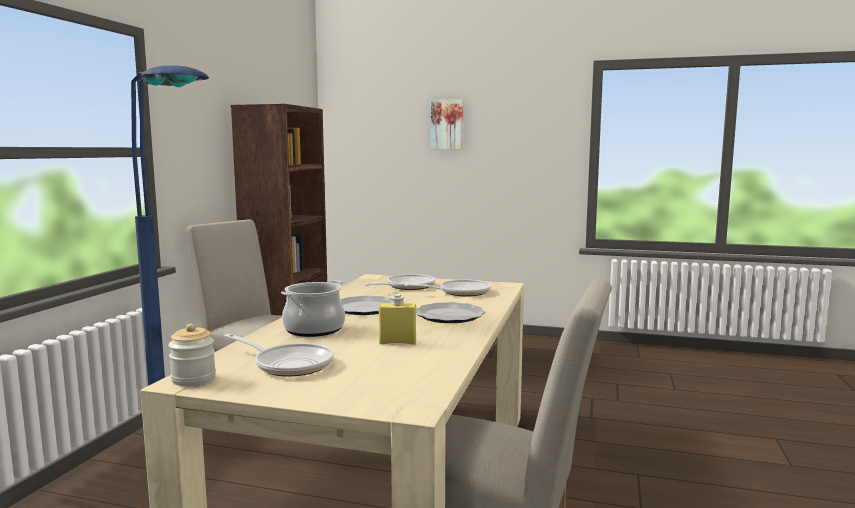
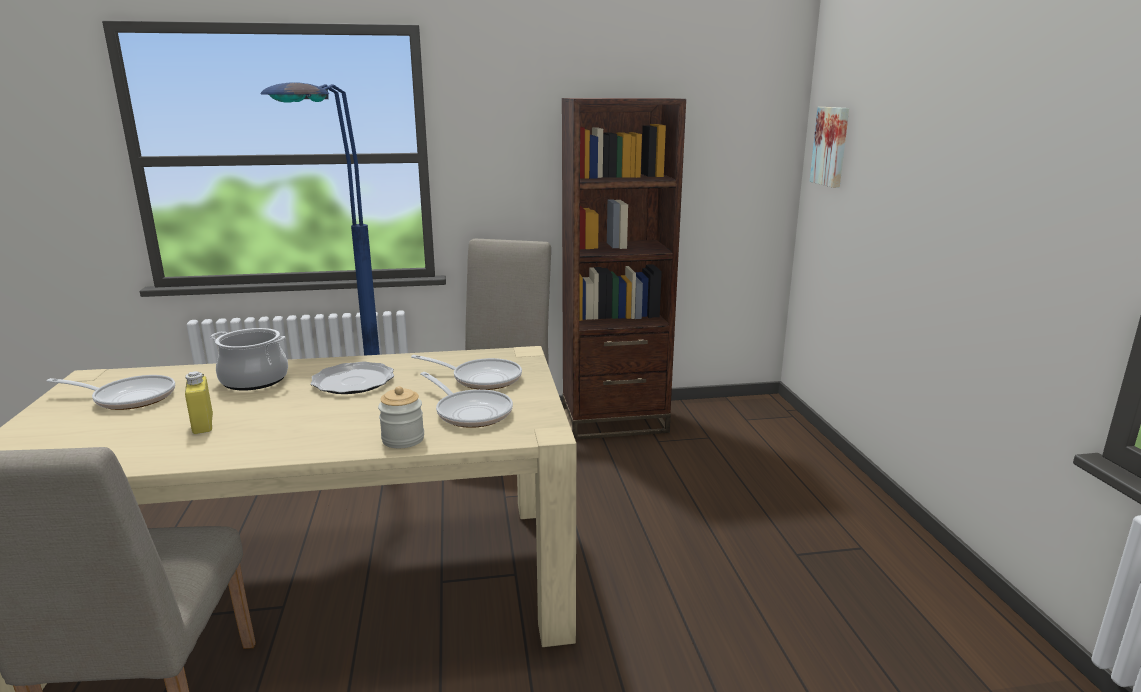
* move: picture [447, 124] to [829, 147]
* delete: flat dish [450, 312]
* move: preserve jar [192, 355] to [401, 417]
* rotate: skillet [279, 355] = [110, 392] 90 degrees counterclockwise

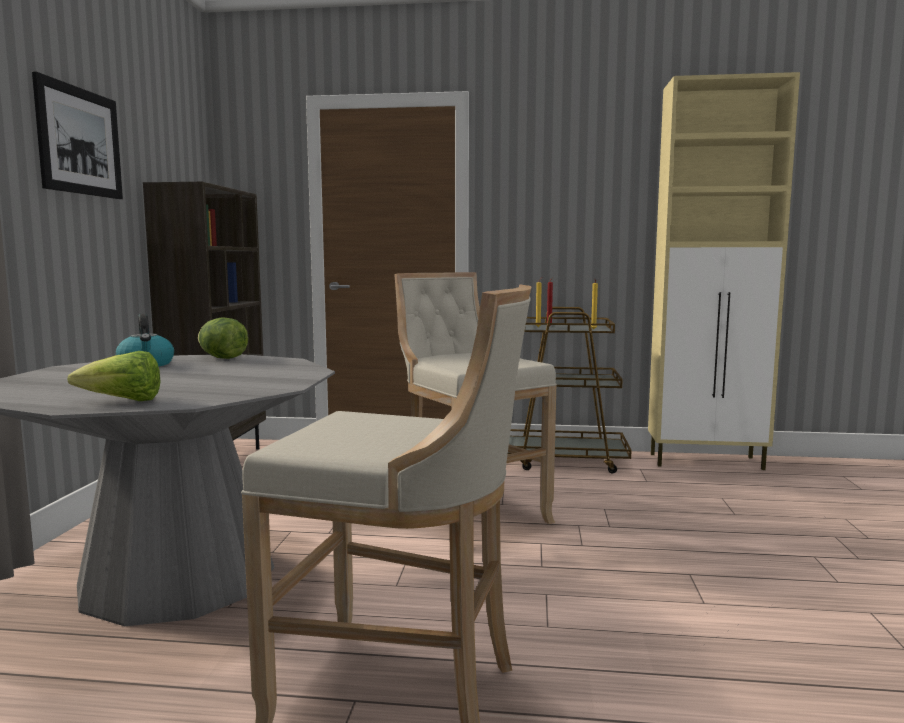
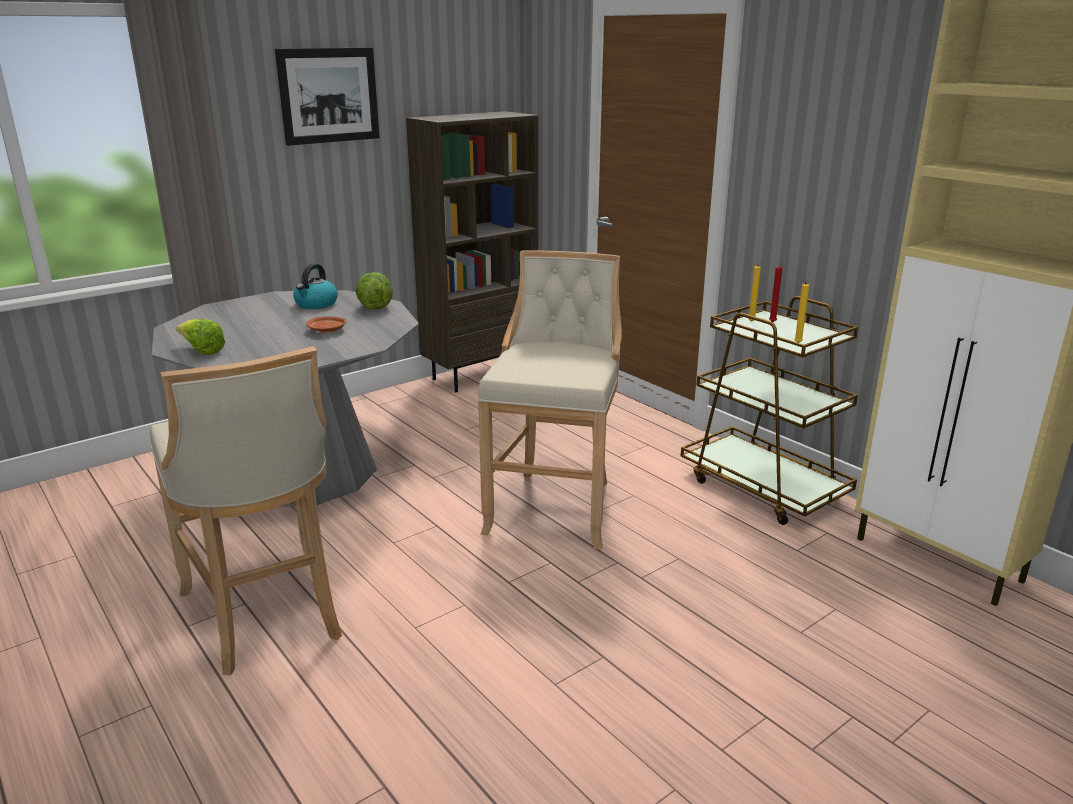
* insert: brown flat dish [326, 324]

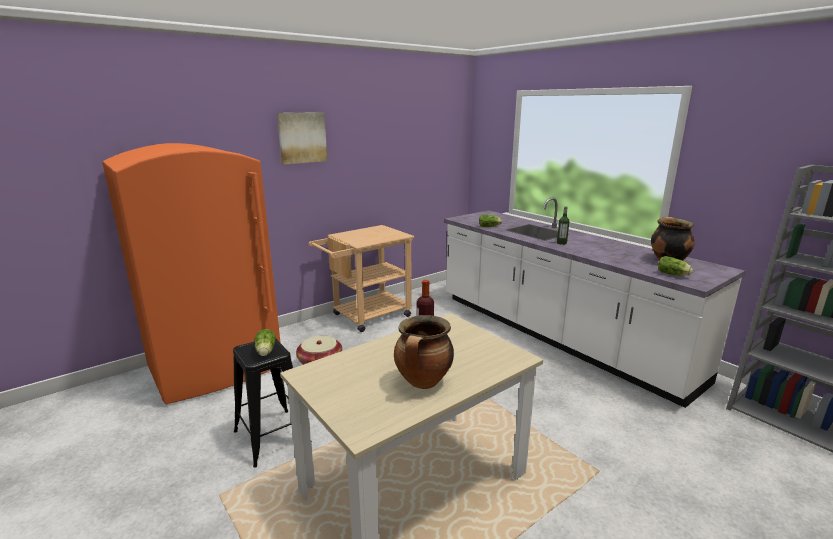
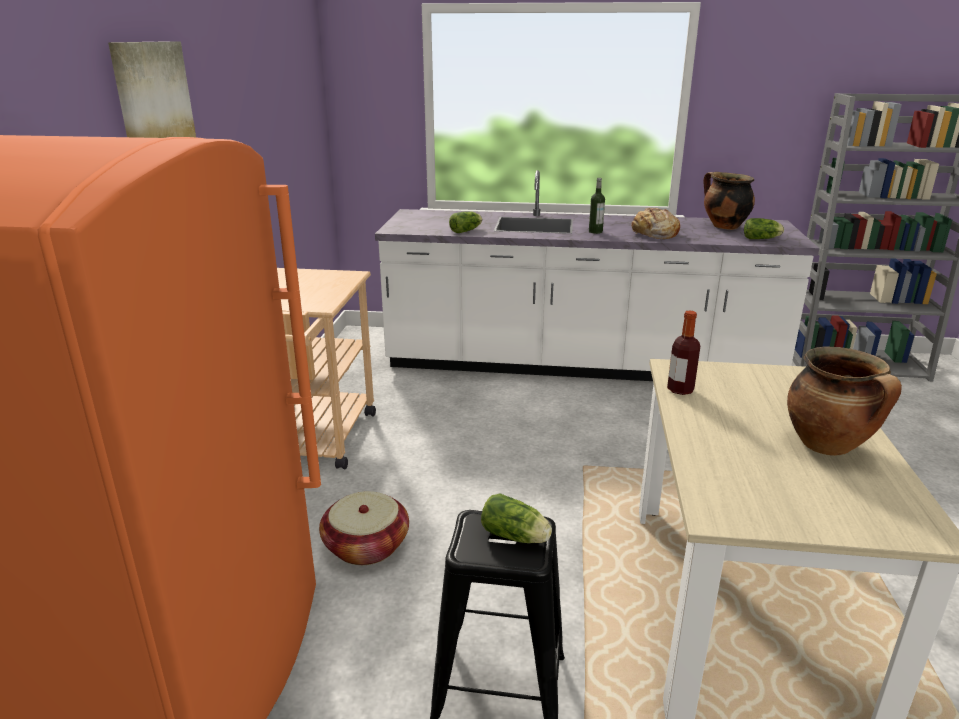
* insert: bread [655, 223]

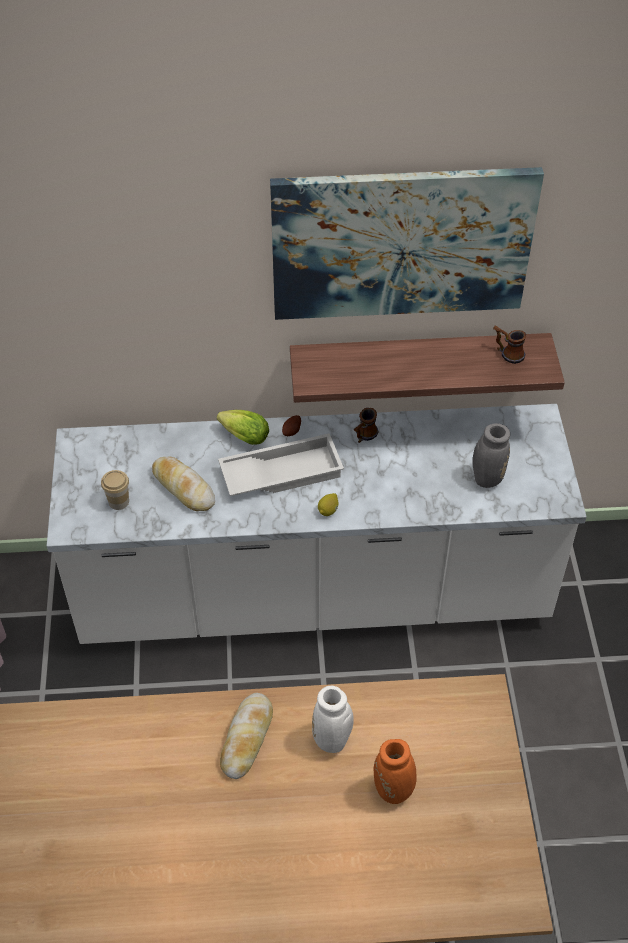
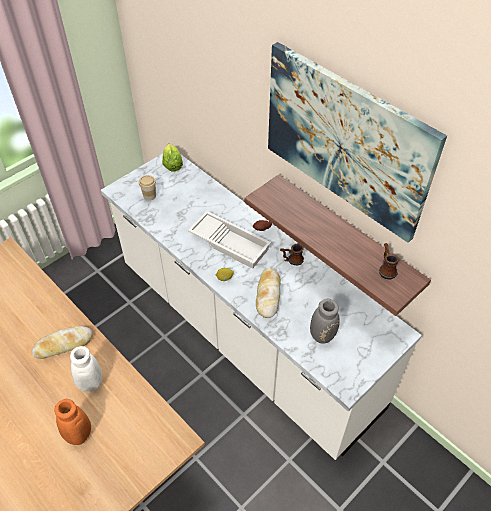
* move: head of lettuce [243, 427] to [172, 158]
* move: bread [183, 484] to [268, 293]

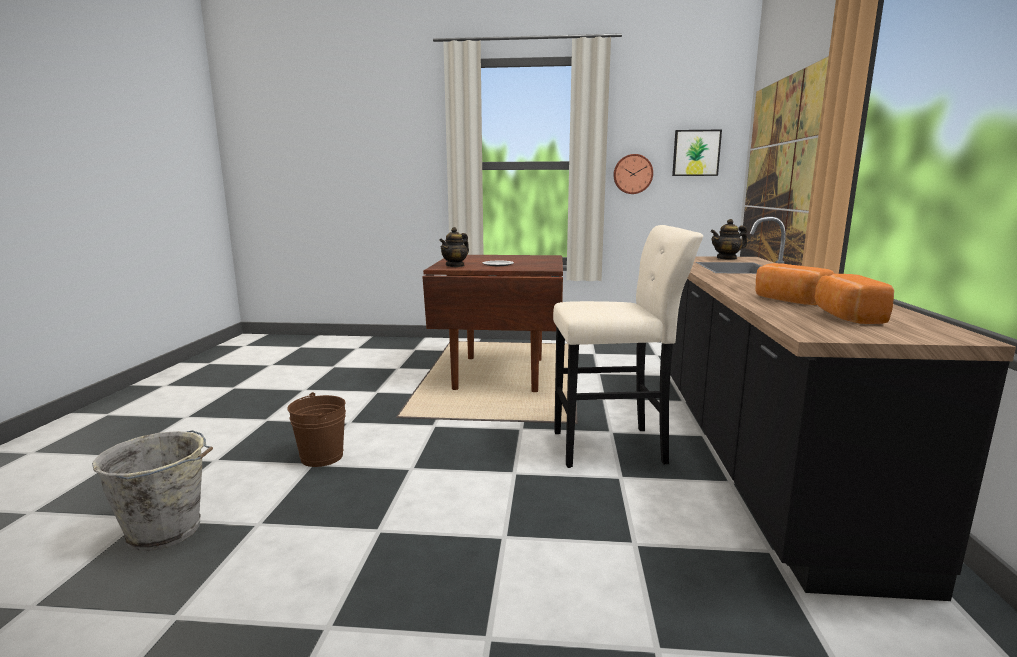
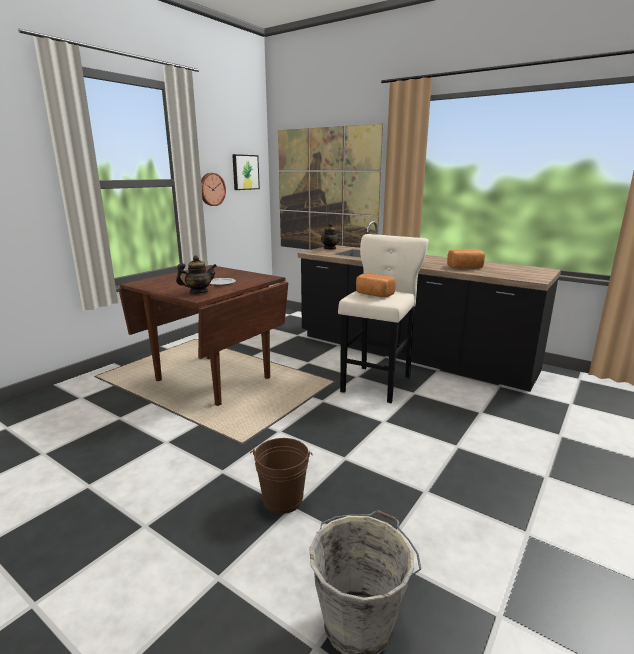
* rotate: teapot [454, 247] = [196, 275] 90 degrees counterclockwise
* move: bread [854, 299] to [376, 285]

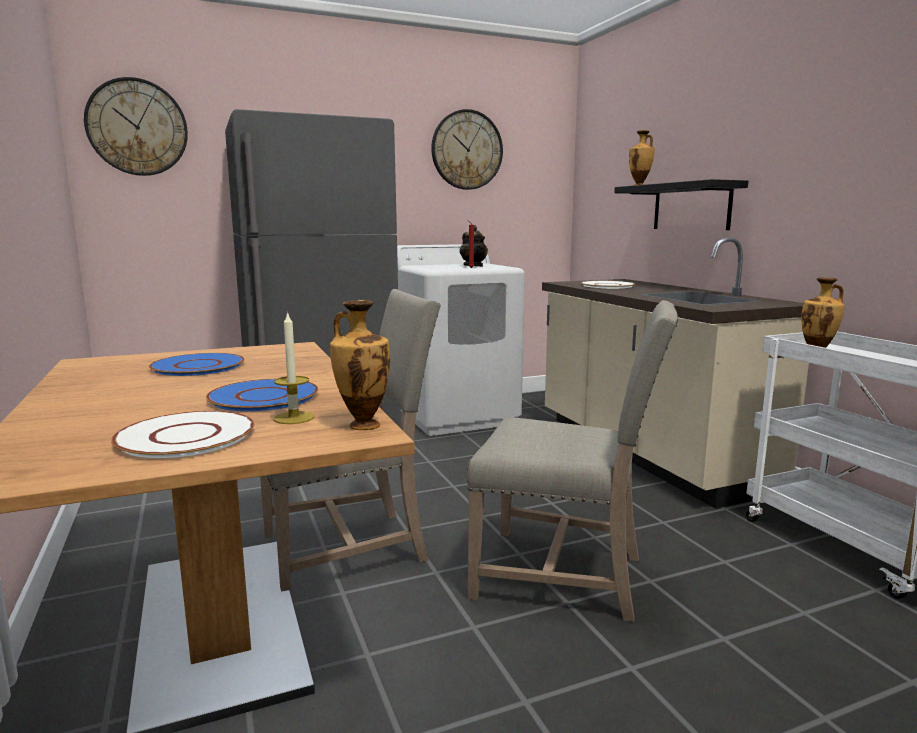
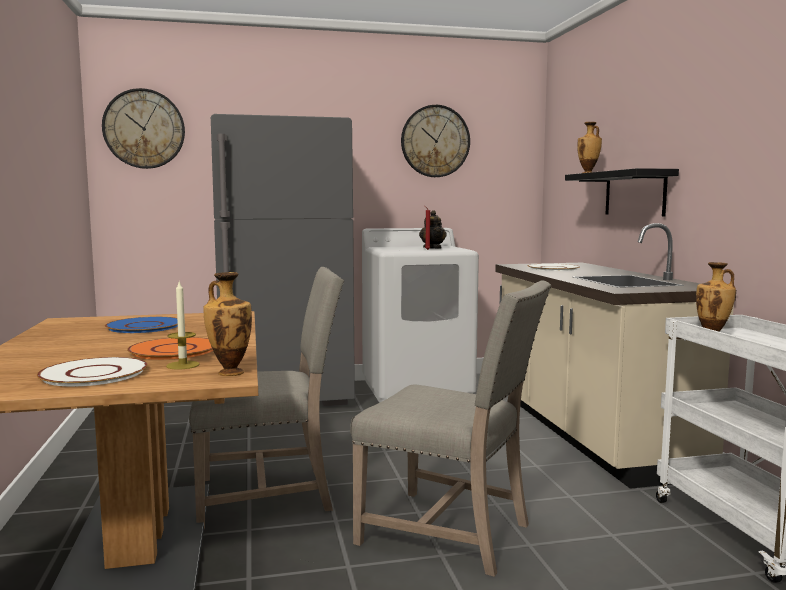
* recolor: bluish flat dish [262, 395] to orange-coloured flat dish [170, 348]

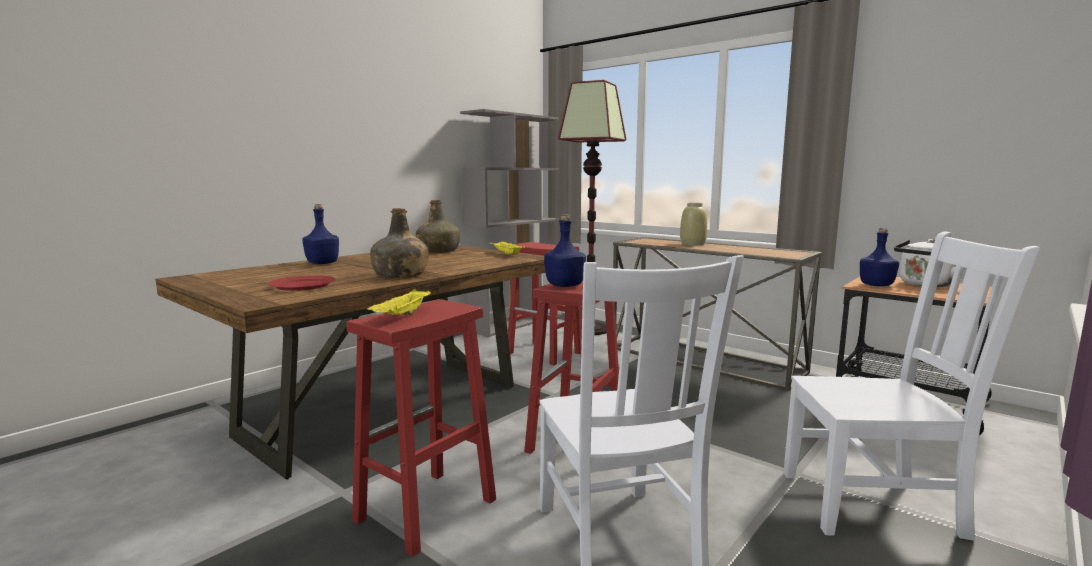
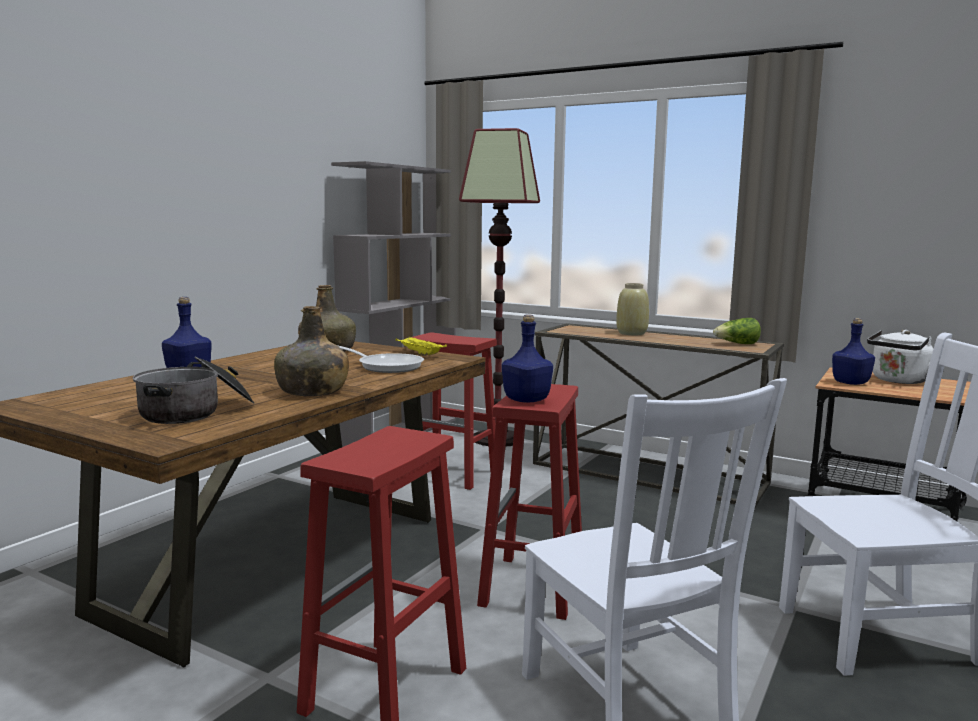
* replace: red-coloured flat dish [302, 283] to stockpot [193, 390]
* delete: yellow-coloured tray [399, 302]
* insert: head of lettuce [737, 331]
* insert: skillet [380, 359]

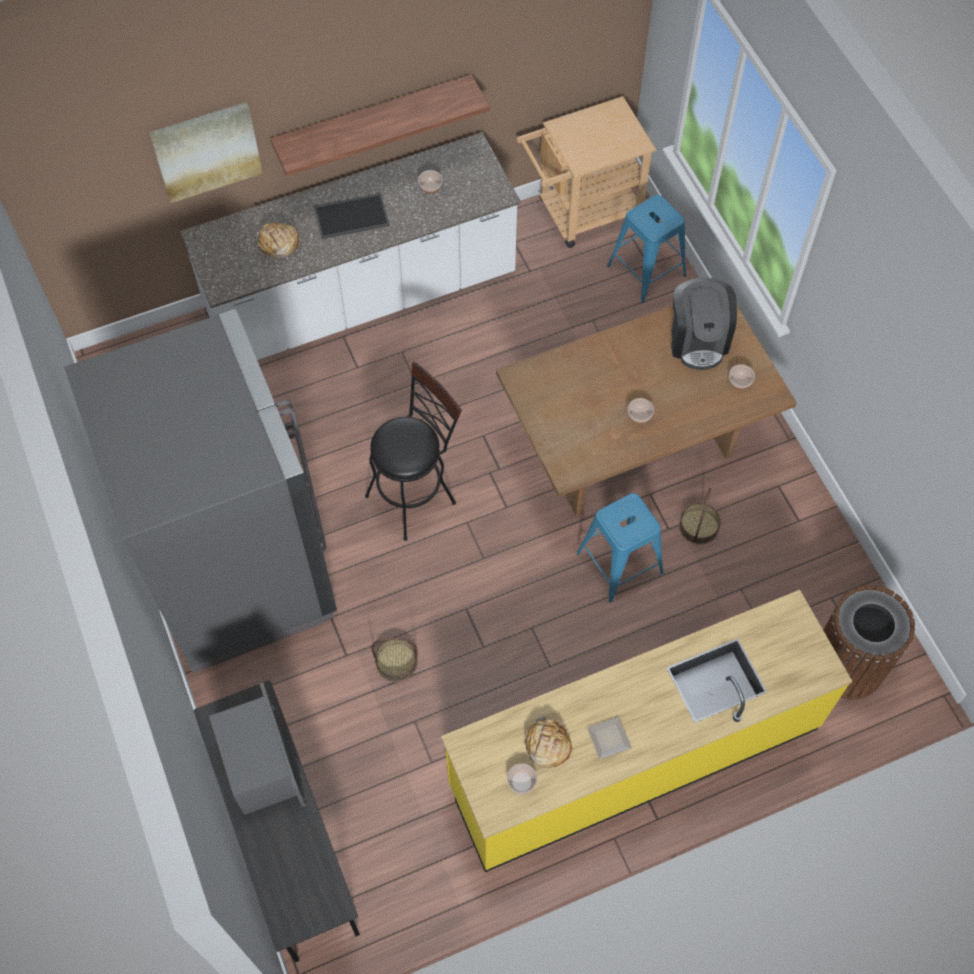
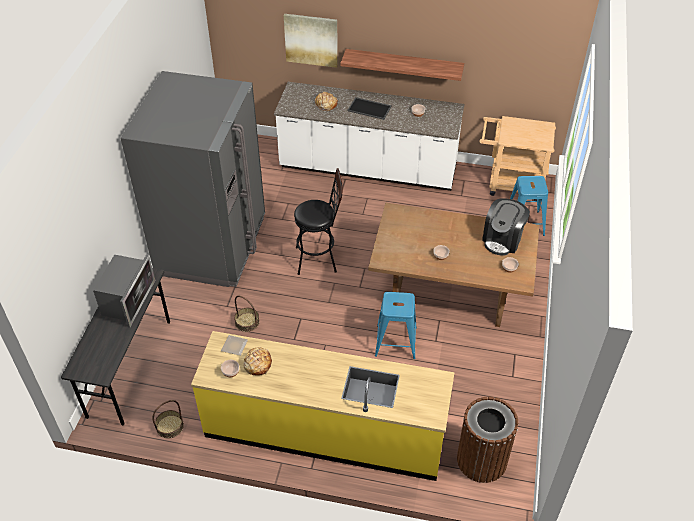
* move: storage basket [700, 516] to [168, 419]
* move: flat dish [609, 738] to [234, 345]

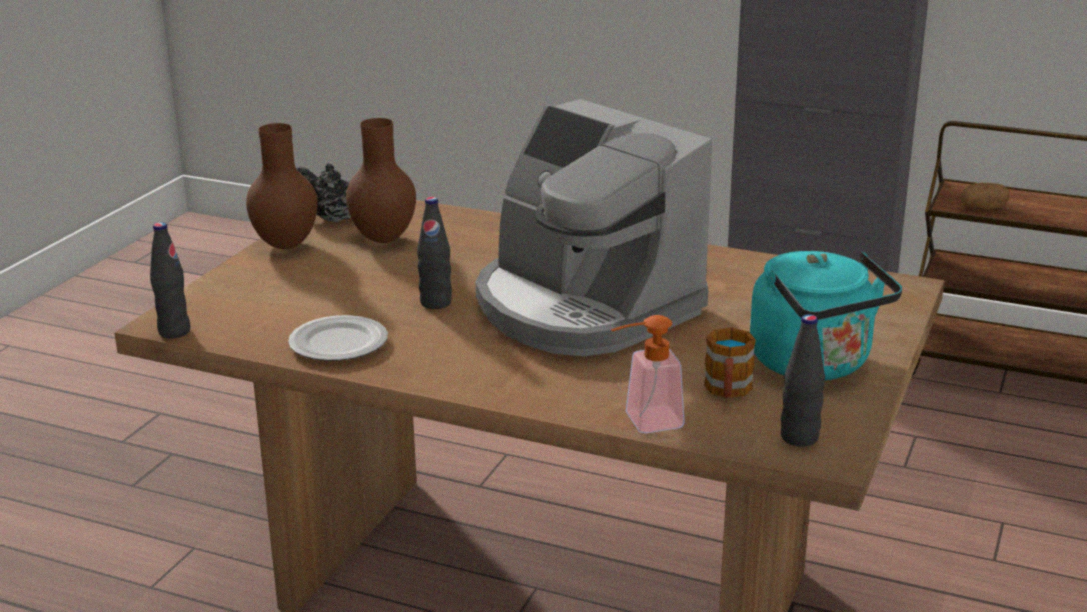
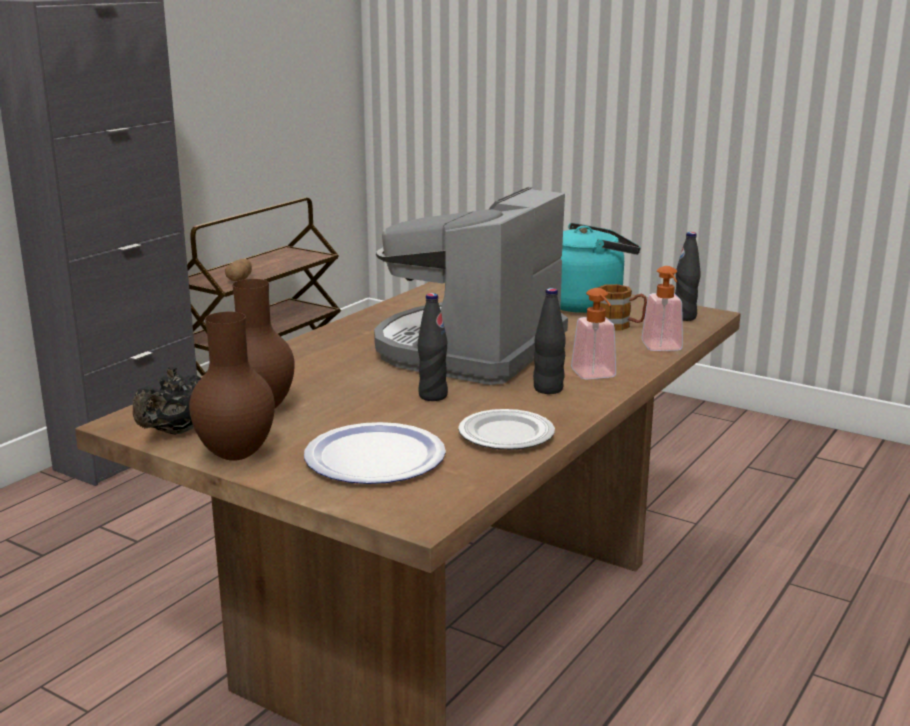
* rotate: coffee maker [593, 228] = [471, 286] 150 degrees clockwise
* move: black drink bottle [170, 280] to [549, 341]
* insert: soap dispenser [593, 334]
* insert: flat dish [375, 453]

